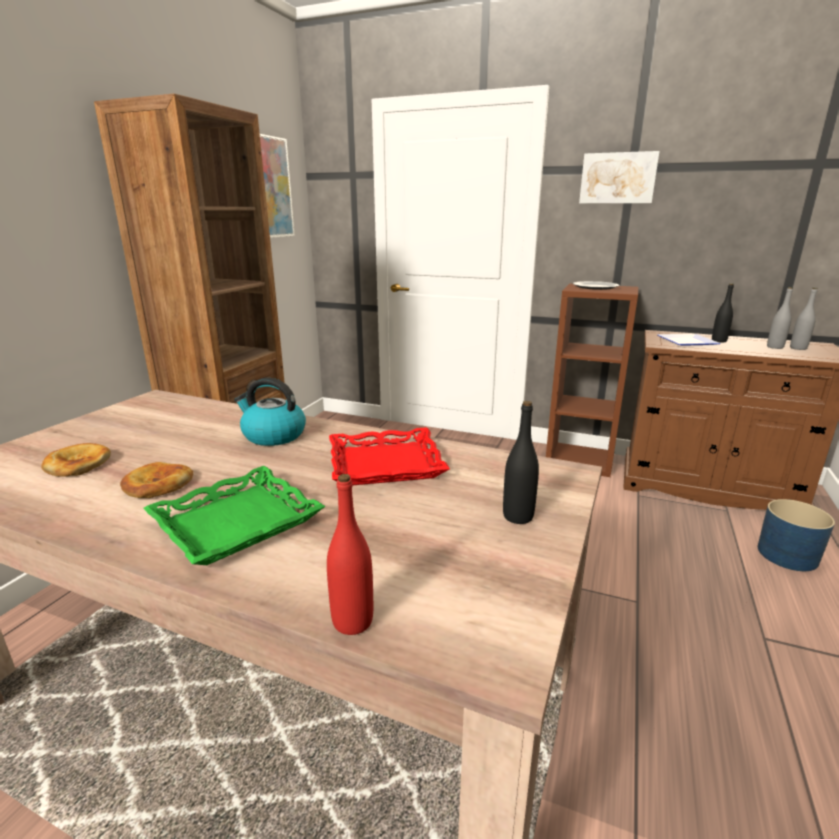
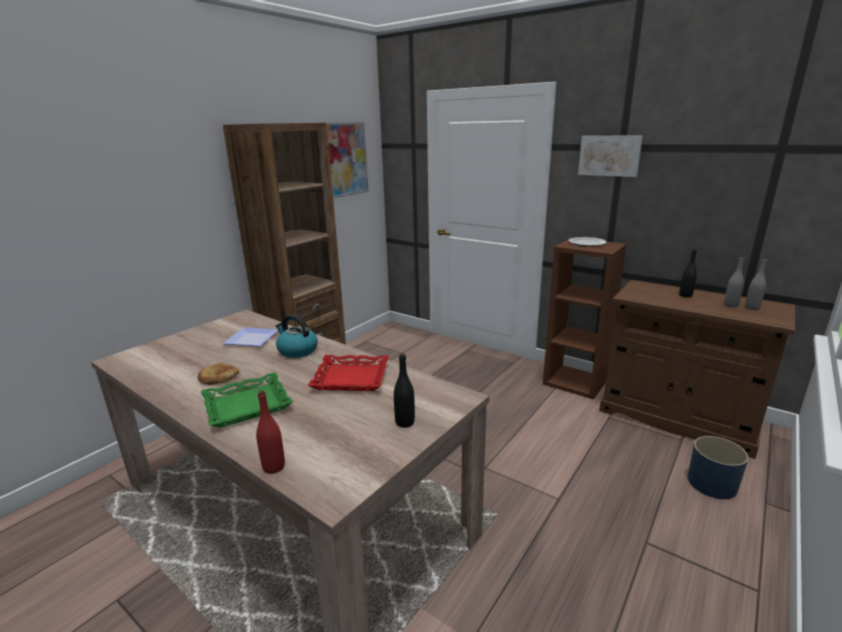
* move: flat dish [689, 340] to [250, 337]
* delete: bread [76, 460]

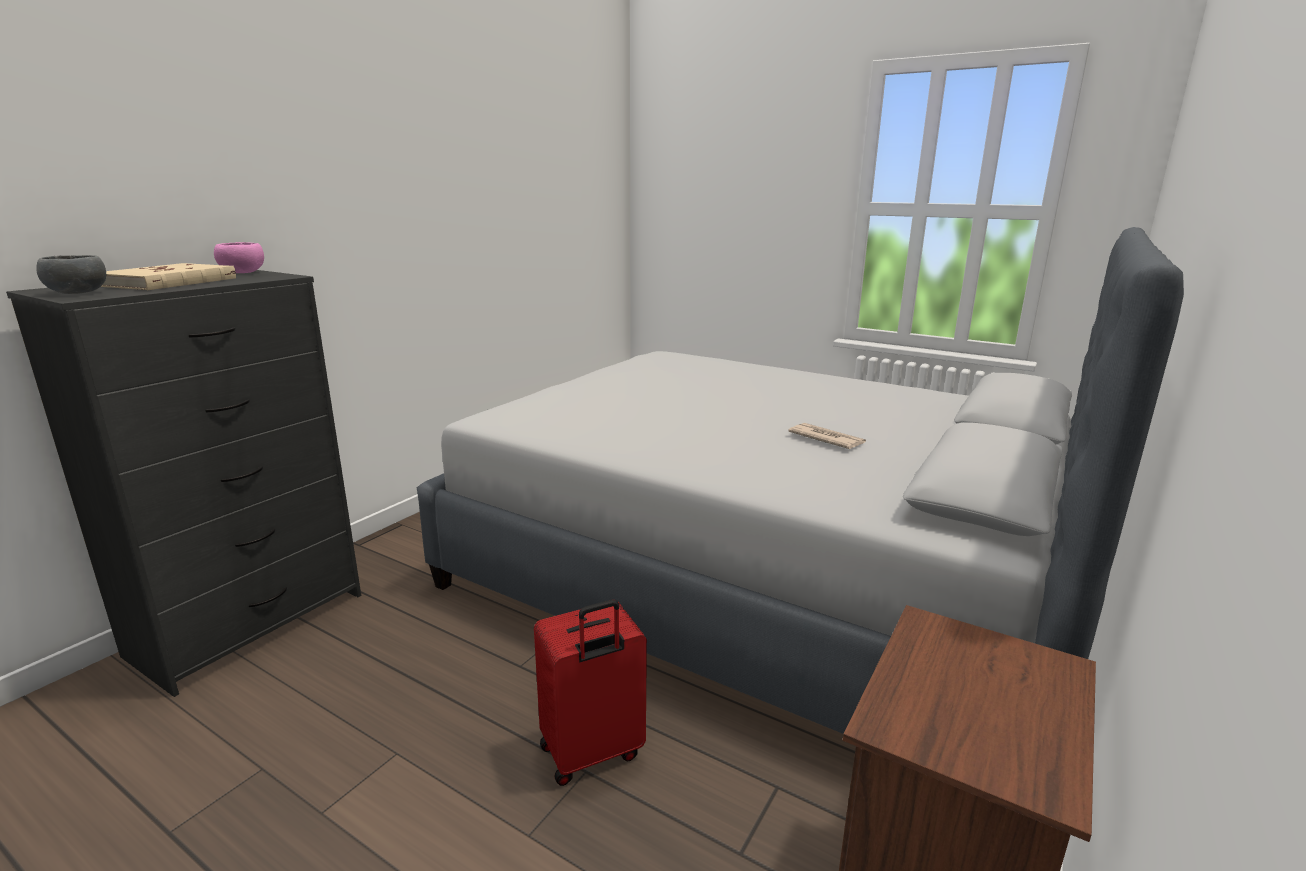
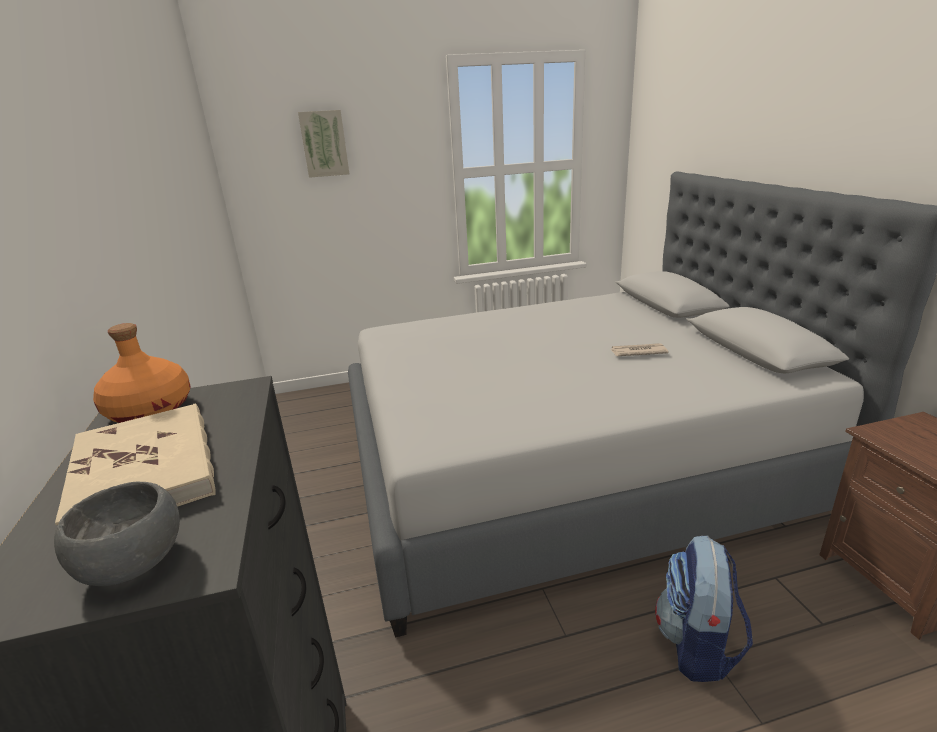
* replace: pinkish bowl [239, 257] to orange-coloured drink bottle [142, 373]
* replace: red-coloured piece of luggage [590, 693] to rucksack [704, 609]
* insert: picture [323, 144]

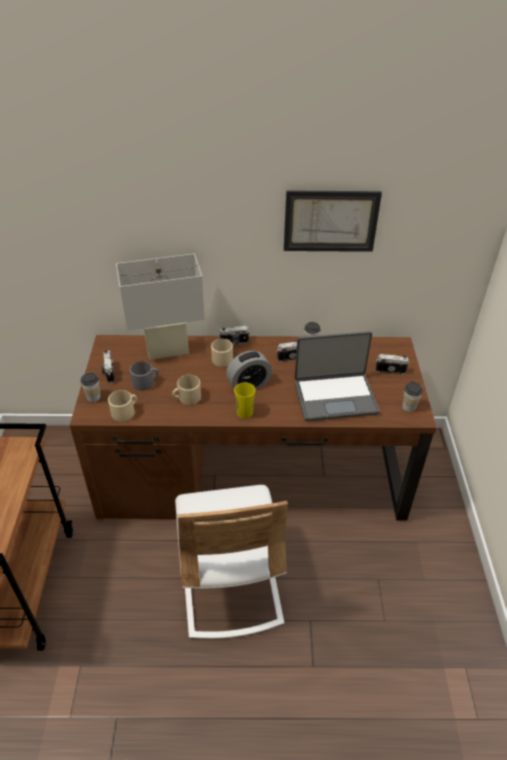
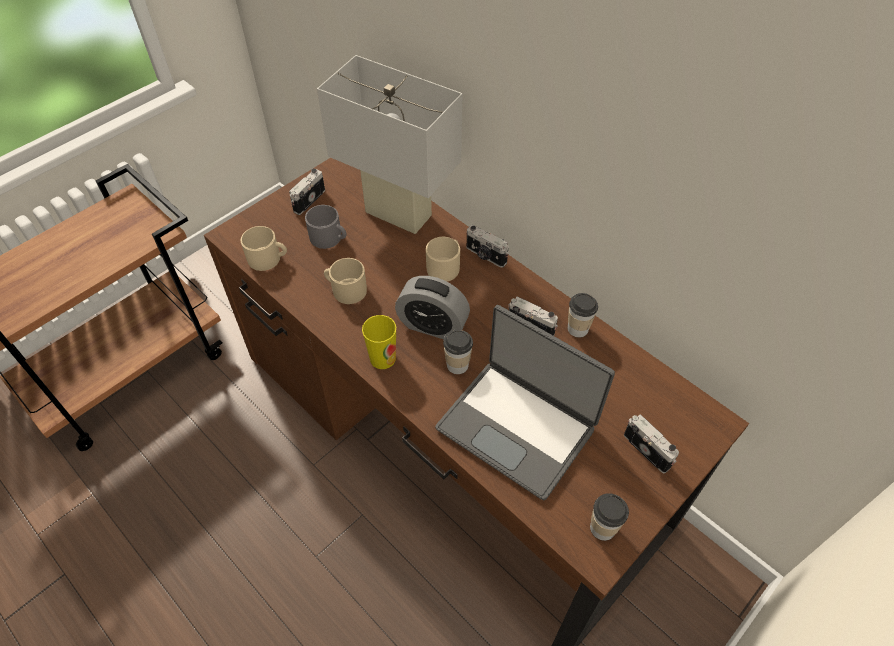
* delete: picture [333, 221]
* move: cup [90, 387] to [458, 352]
* delete: whitish plain chair [231, 562]

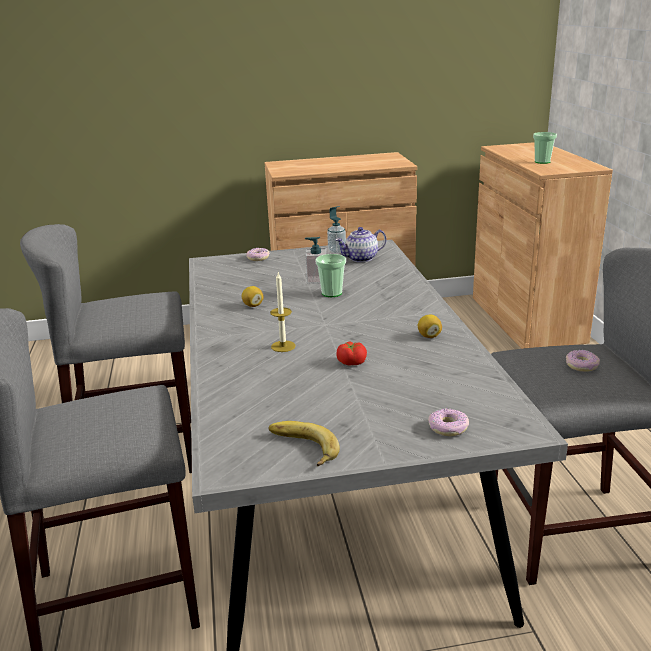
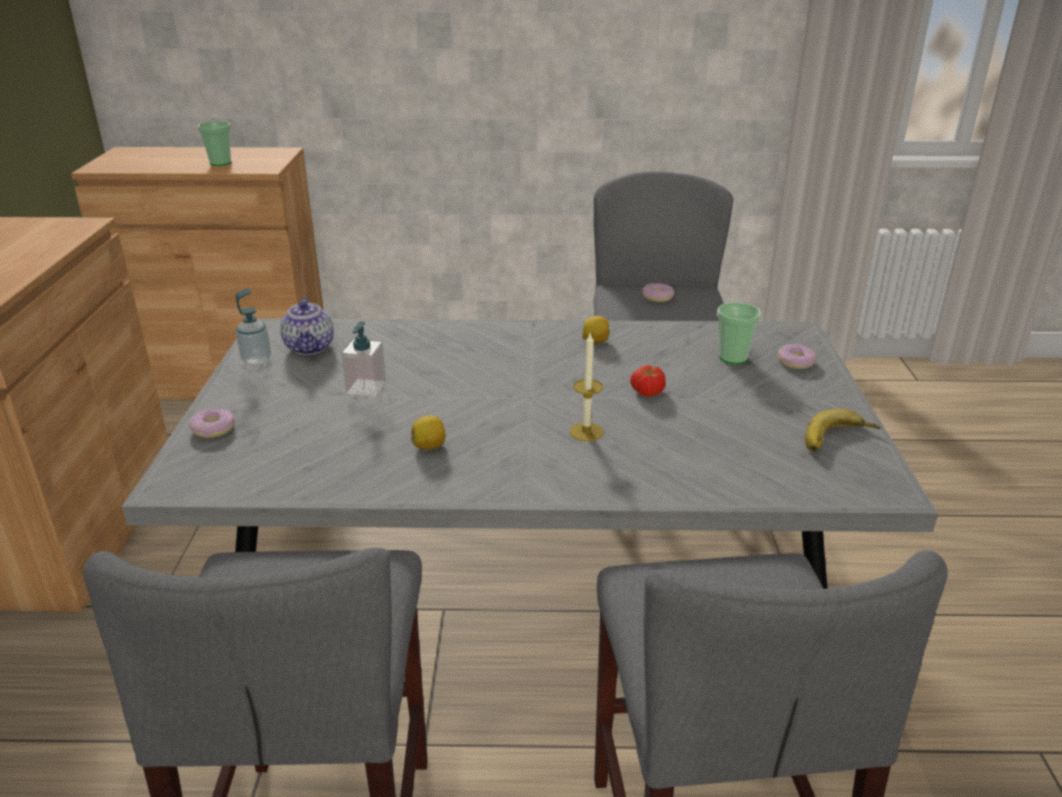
* move: cup [331, 275] to [739, 333]

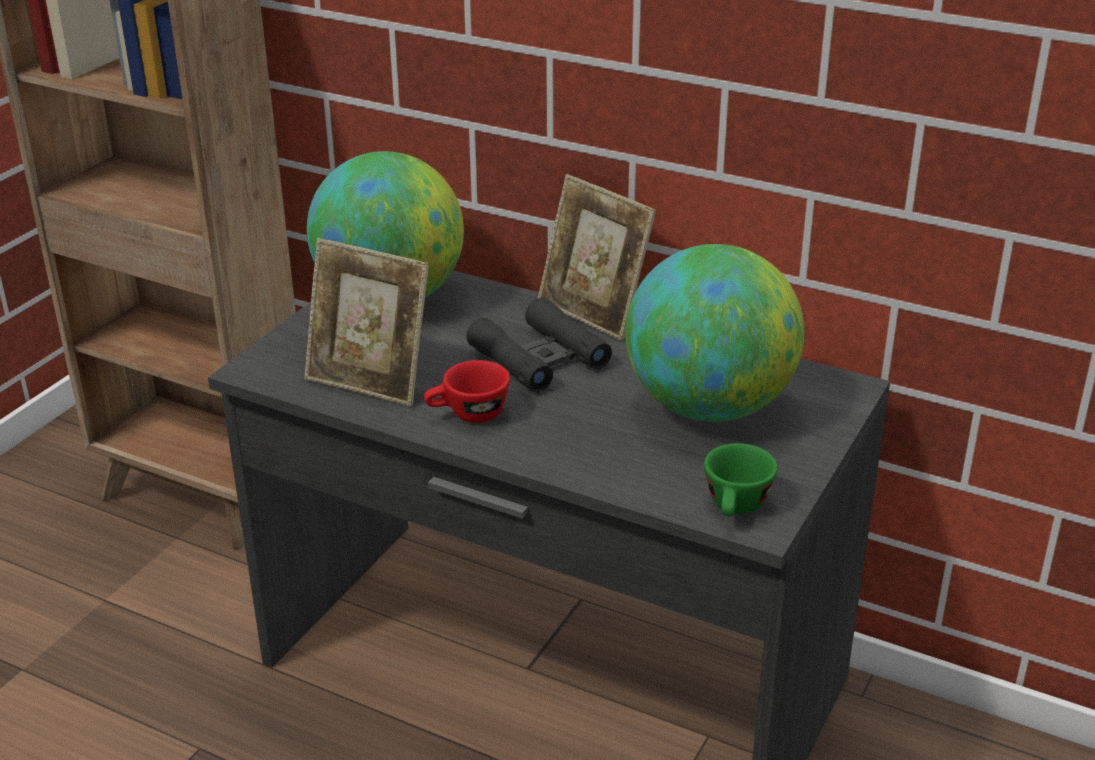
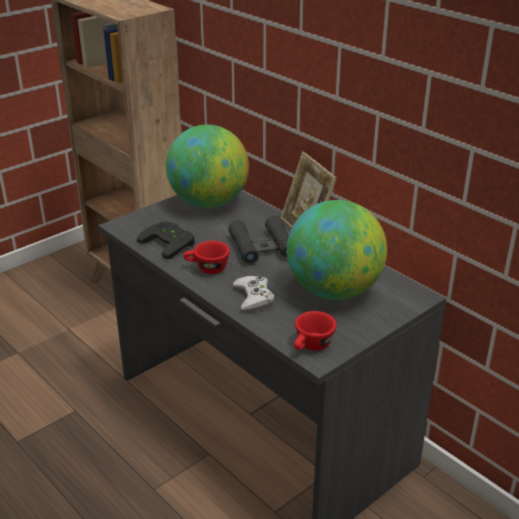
* replace: picture frame [366, 322] to black gamepad [166, 240]
* recolor: green-coloured cup [741, 480] to red-coloured cup [315, 331]
* insert: whitish gamepad [253, 294]

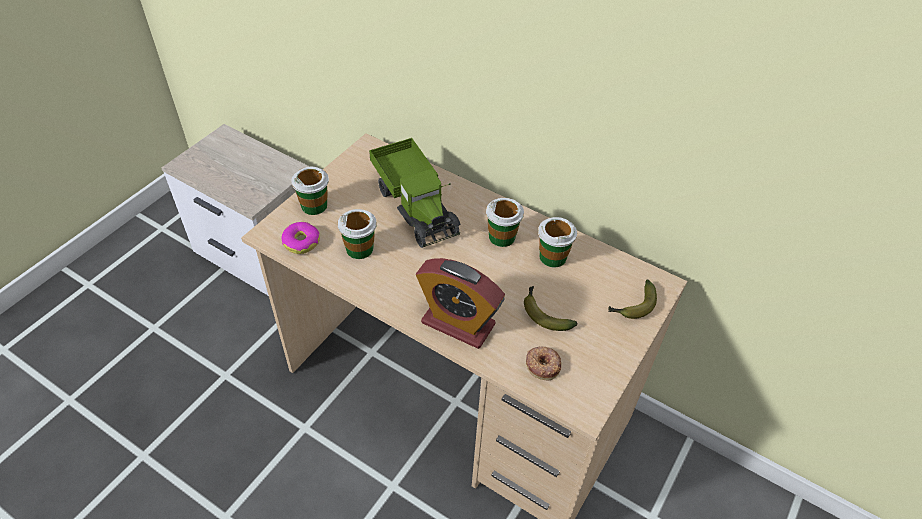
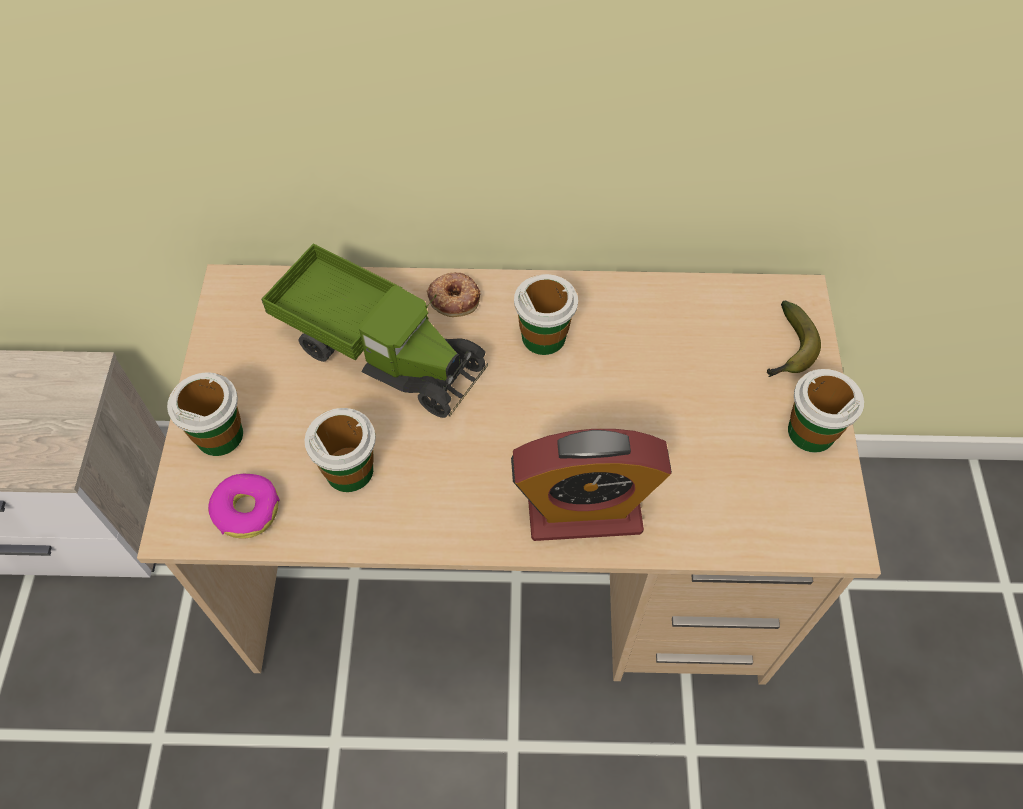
* move: cup [557, 242] to [826, 411]
* delete: whole banana [550, 308]
* move: donut [543, 363] to [454, 294]

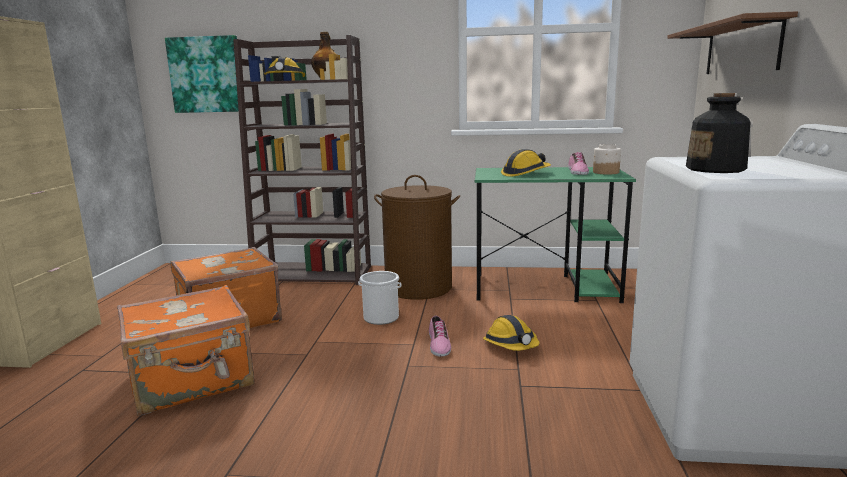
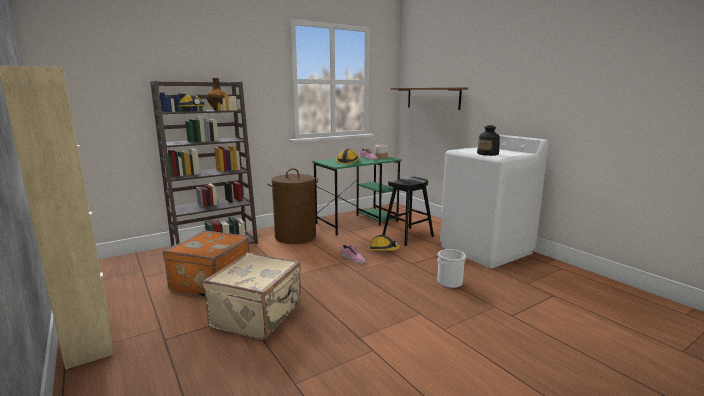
* delete: picture [202, 74]
* move: bucket [379, 298] to [451, 268]
* recolor: orange-coloured piece of luggage [185, 350] to sand-coloured piece of luggage [252, 296]
* insert: black stool seat [408, 211]

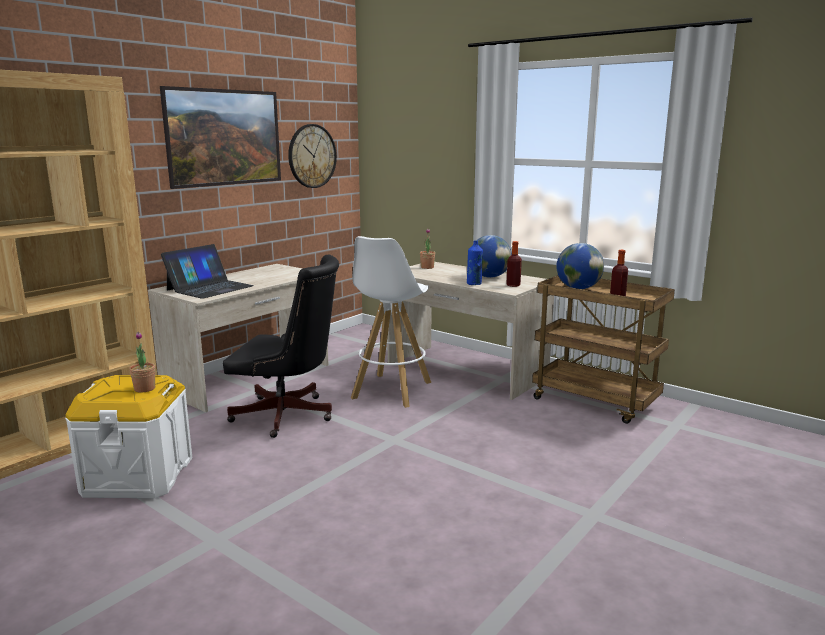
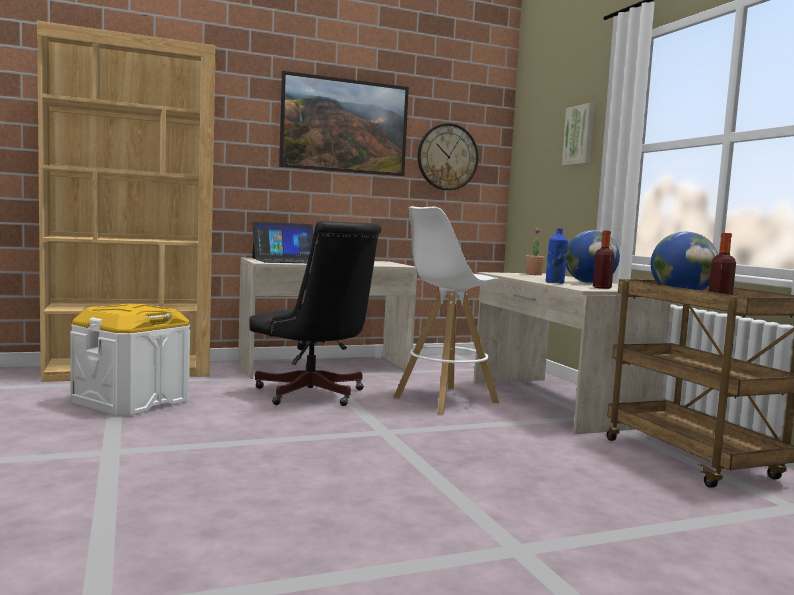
* delete: potted plant [142, 362]
* insert: picture [578, 134]

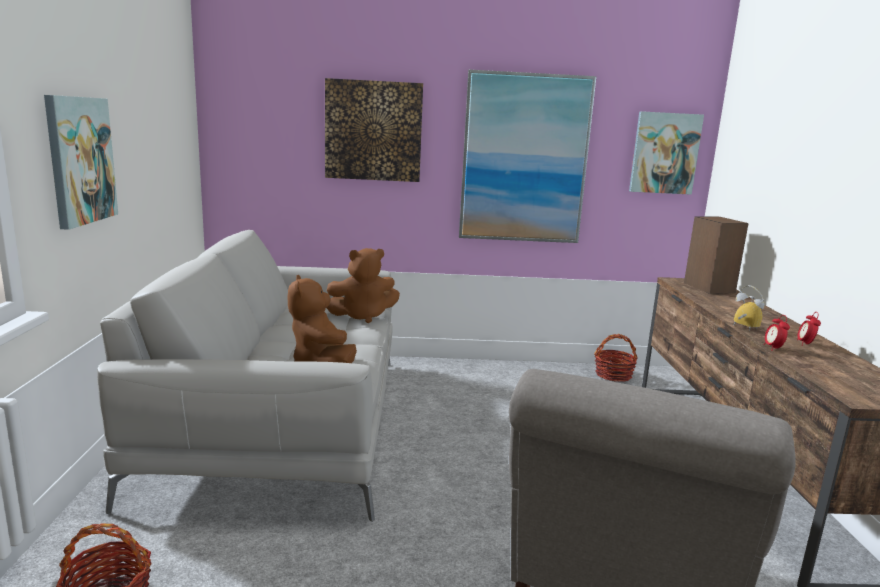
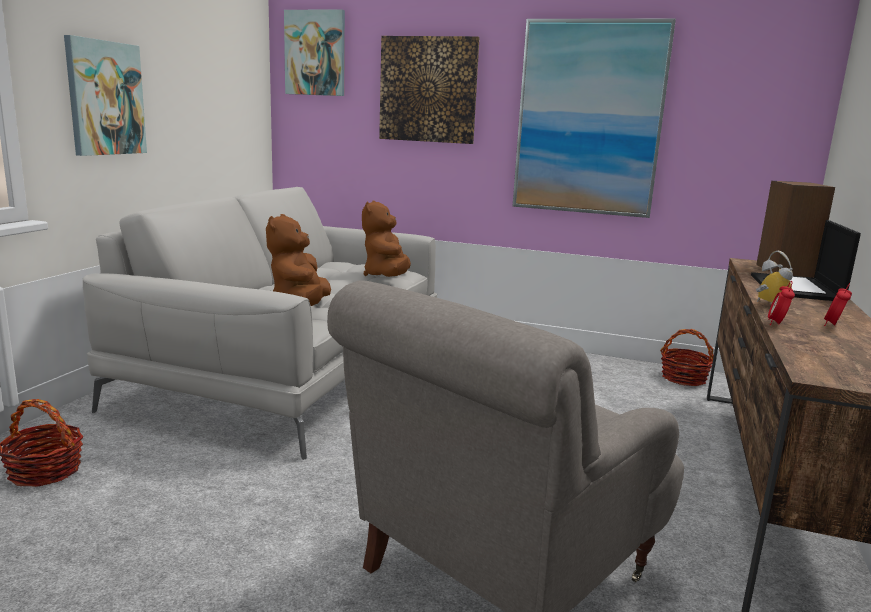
* move: picture [666, 153] to [314, 52]
* rotate: brown plush toy [363, 285] = [386, 239] 90 degrees clockwise
* insert: laptop [806, 260]

